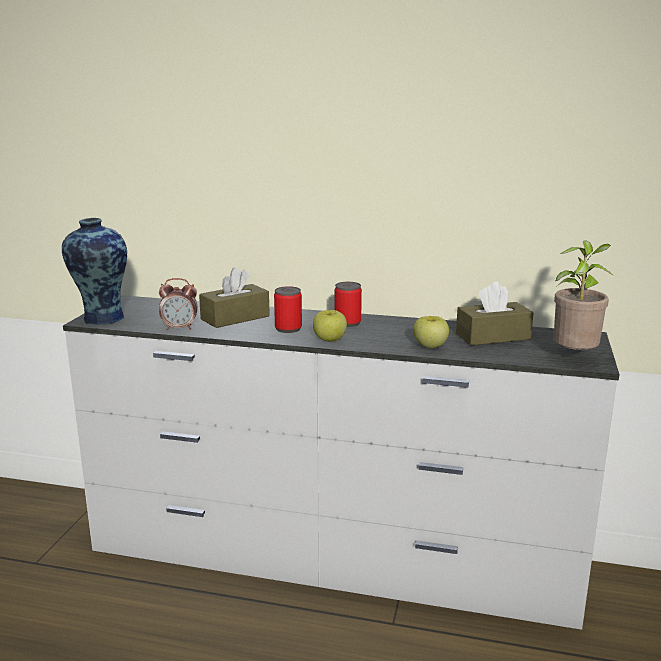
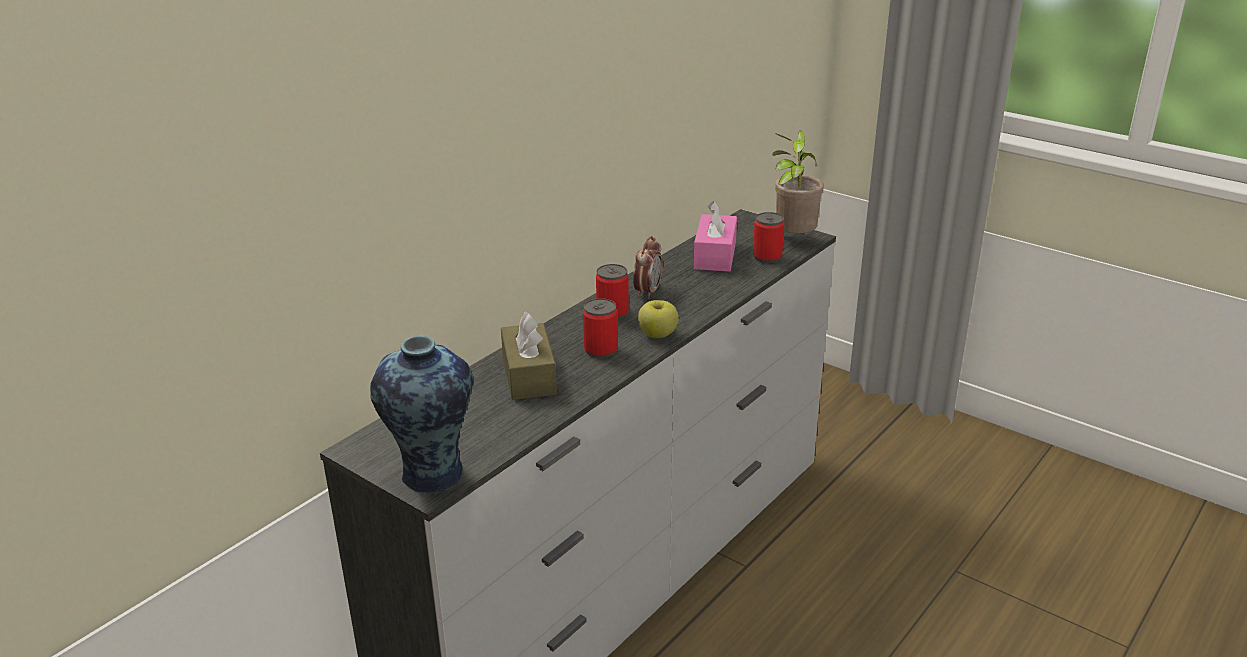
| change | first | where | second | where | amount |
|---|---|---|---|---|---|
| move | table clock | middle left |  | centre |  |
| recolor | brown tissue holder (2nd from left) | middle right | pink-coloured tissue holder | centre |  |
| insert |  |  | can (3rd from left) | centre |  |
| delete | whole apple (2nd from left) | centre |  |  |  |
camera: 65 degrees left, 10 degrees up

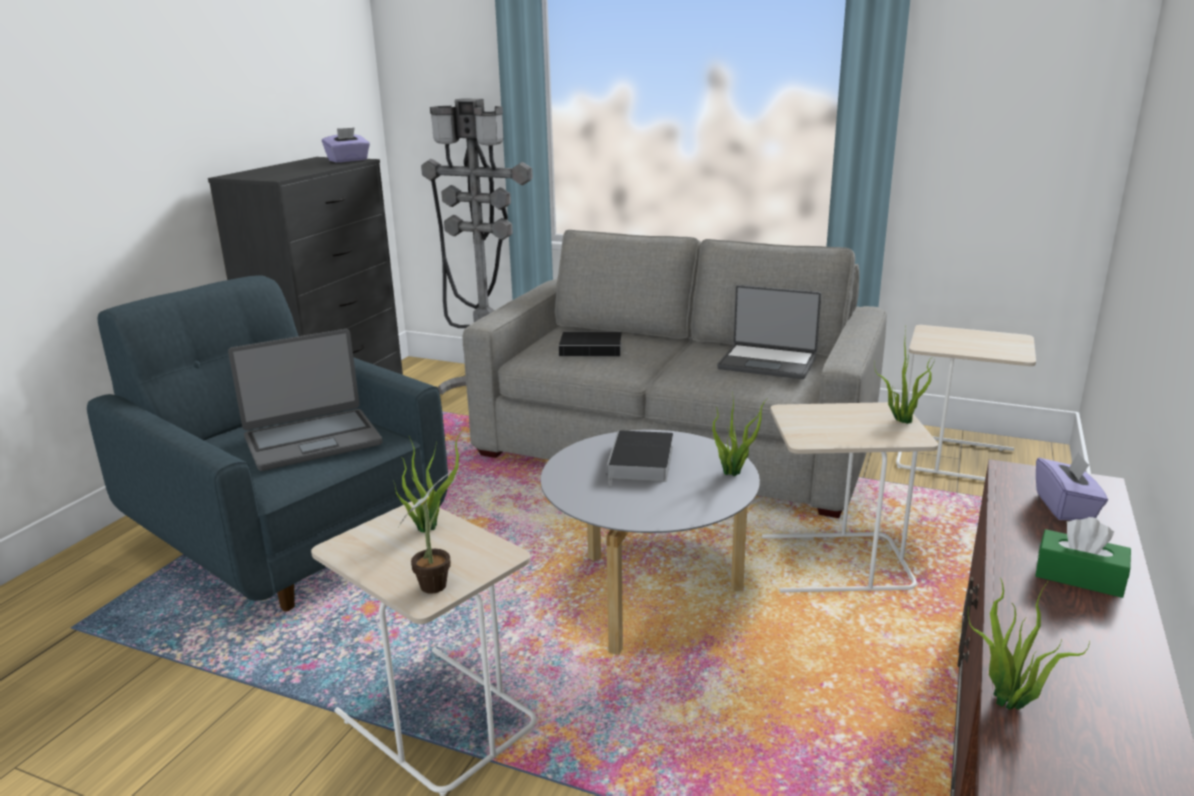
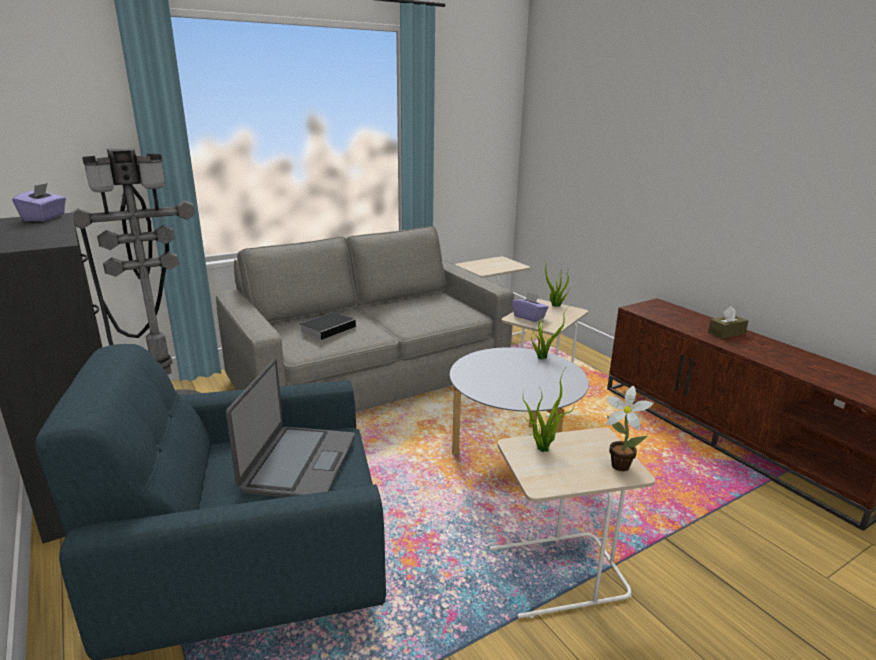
| change | first | where | second | where | amount |
|---|---|---|---|---|---|
| move | purplish tissue holder (2nd from left) | middle right |  | centre |  |
| recolor | greenish tissue holder | bottom right | brown tissue holder | middle right |  |
| delete | book (2nd from left) | centre |  |  |  |
| delete | laptop (2nd from left) | centre |  |  |  |
| delete | potted plant (5th from left) | bottom right |  |  |  |
camera: 55 degrees left, 0 degrees up

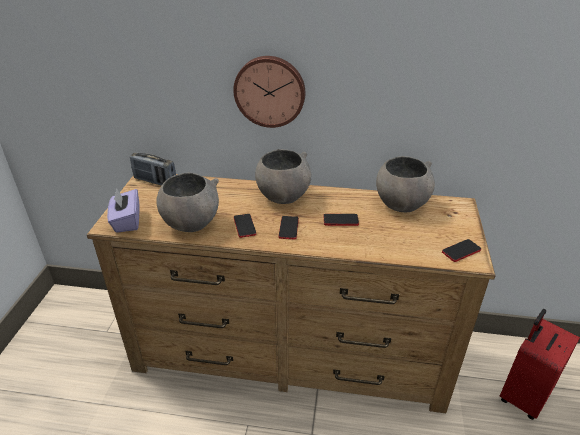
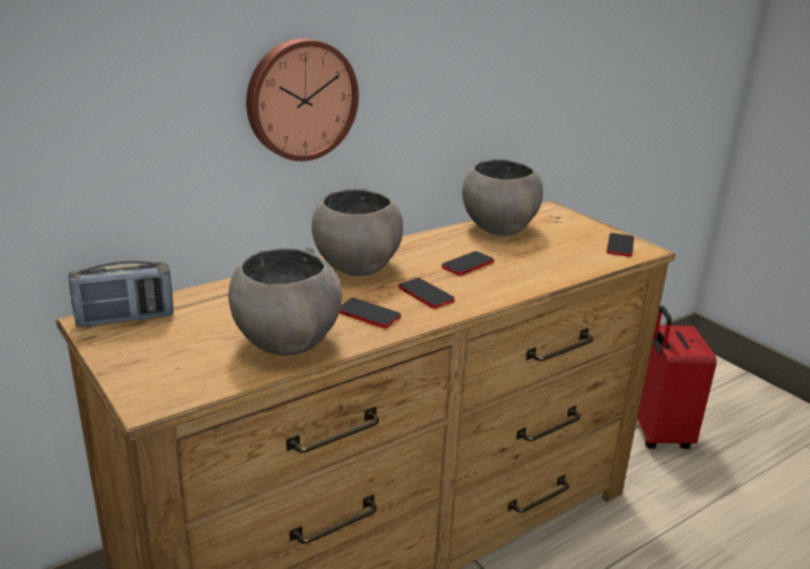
| change | first | where | second | where | amount |
|---|---|---|---|---|---|
| delete | purplish tissue holder | middle left |  |  |  |
camera: 45 degrees left, 10 degrees down

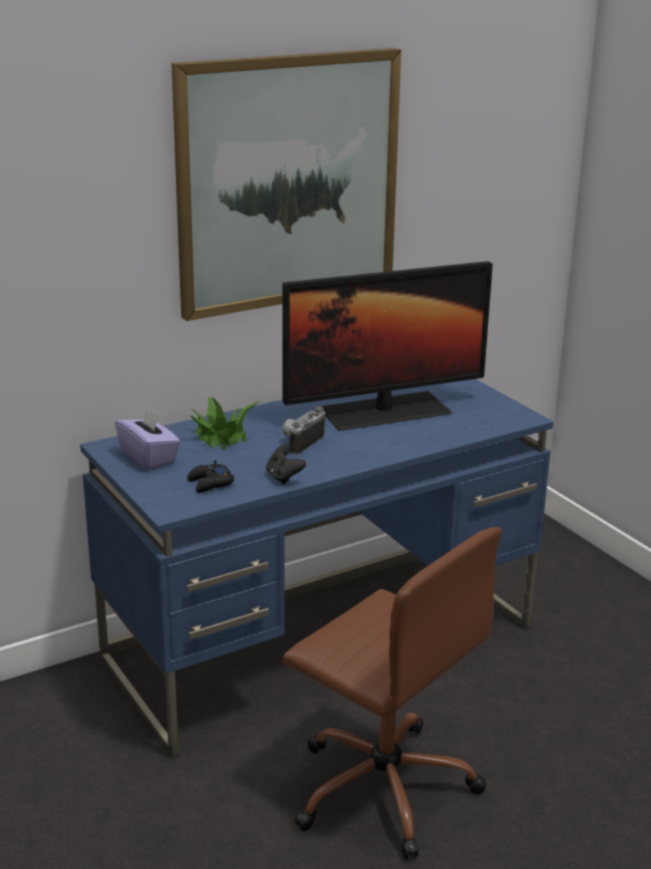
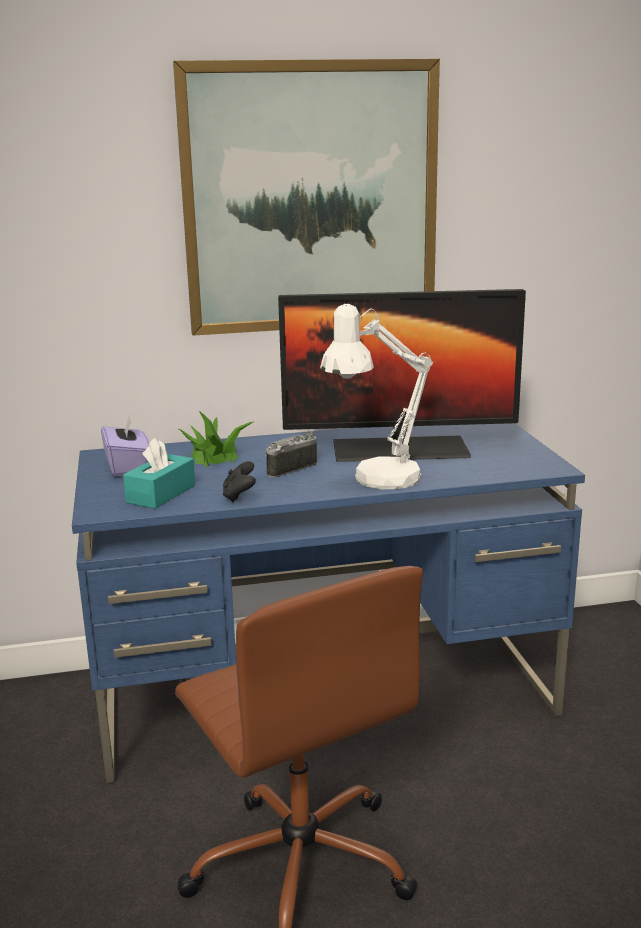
| change | first | where | second | where | amount |
|---|---|---|---|---|---|
| replace | black-coloured joypad (1st from left) | middle left | turquoise-coloured tissue holder | middle left |  |
| insert |  |  | whitish table lamp | centre |  |
camera: 20 degrees right, 5 degrees down

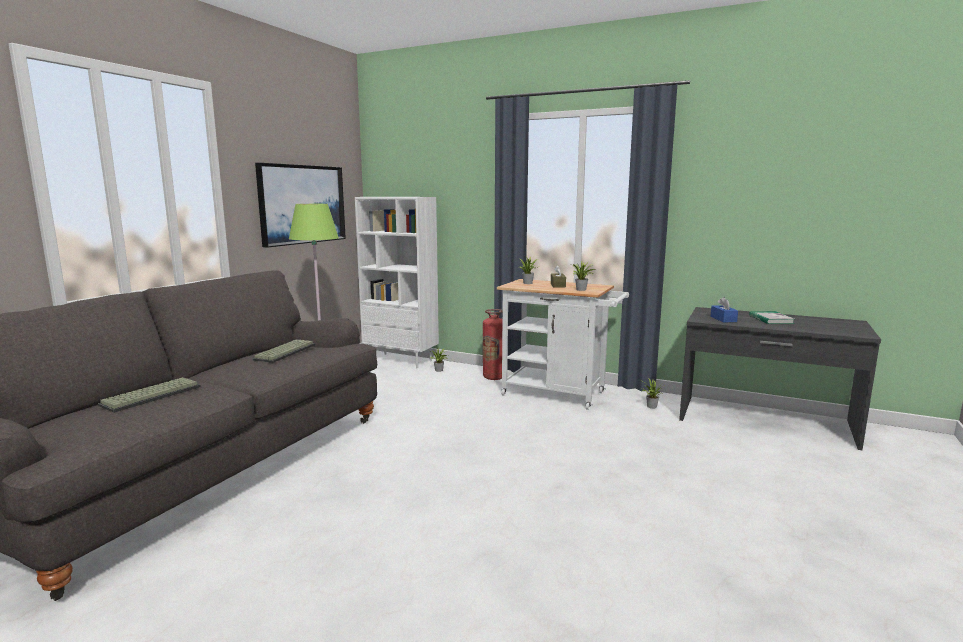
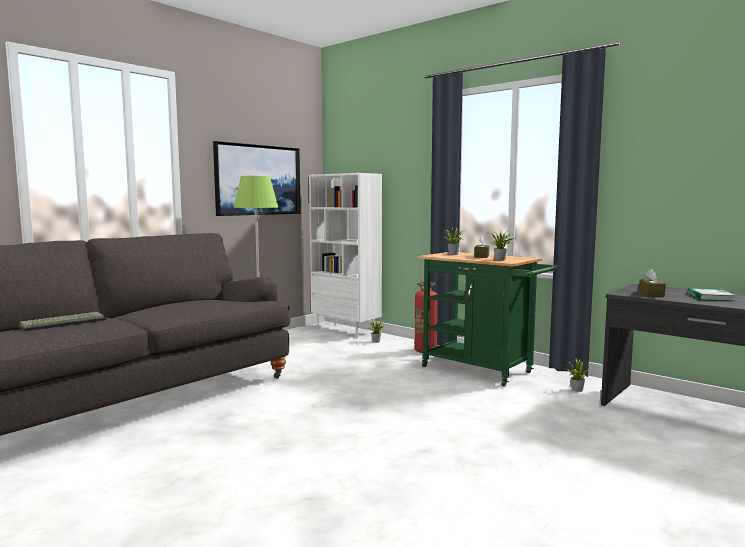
| change | first | where | second | where | amount |
|---|---|---|---|---|---|
| recolor | whitish wheeled cart | centre | greenish wheeled cart | centre |  |
| recolor | blue-coloured tissue holder | middle right | brown tissue holder (2nd from left) | middle right |  |
| delete | PC keyboard (2nd from left) | middle left |  |  |  |
camera: 15 degrees right, 5 degrees down

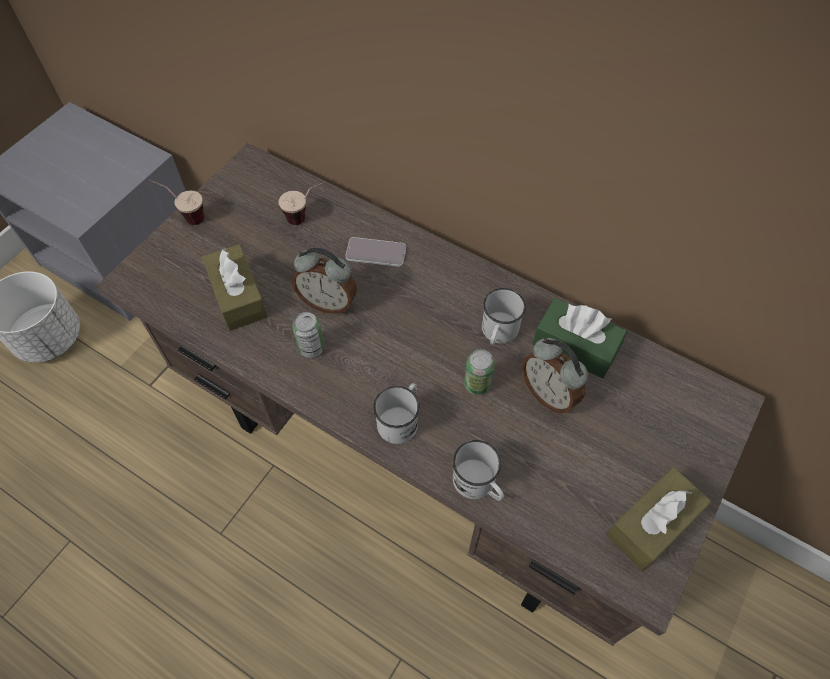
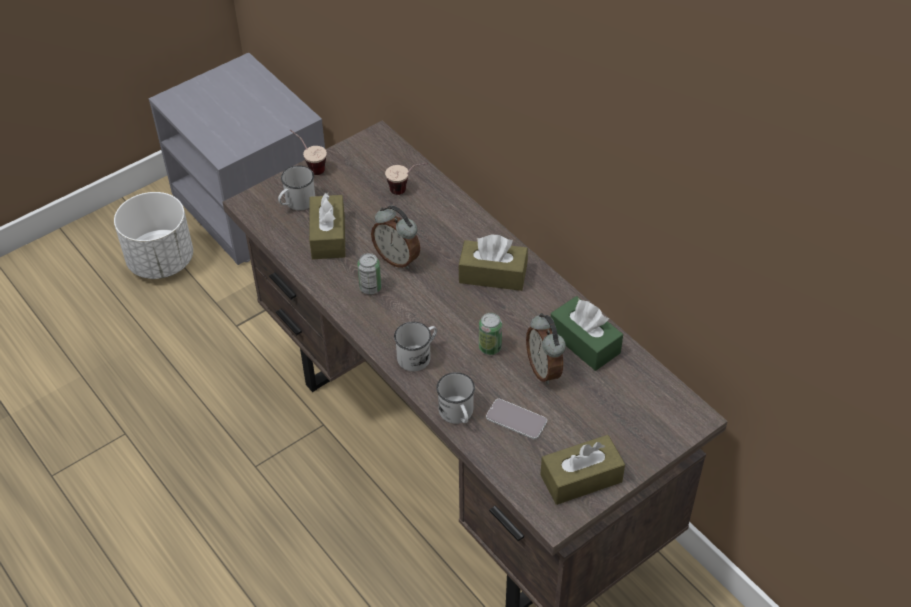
| change | first | where | second | where | amount |
|---|---|---|---|---|---|
| move | whitish coffee mug (3rd from left in the first image) | centre | whitish coffee mug (1st from left) | top left |  |
| insert |  |  | brown tissue holder (2nd from left) | centre |  |
| move | telephone | centre |  | bottom centre |  |
camera: 20 degrees right, 10 degrees down

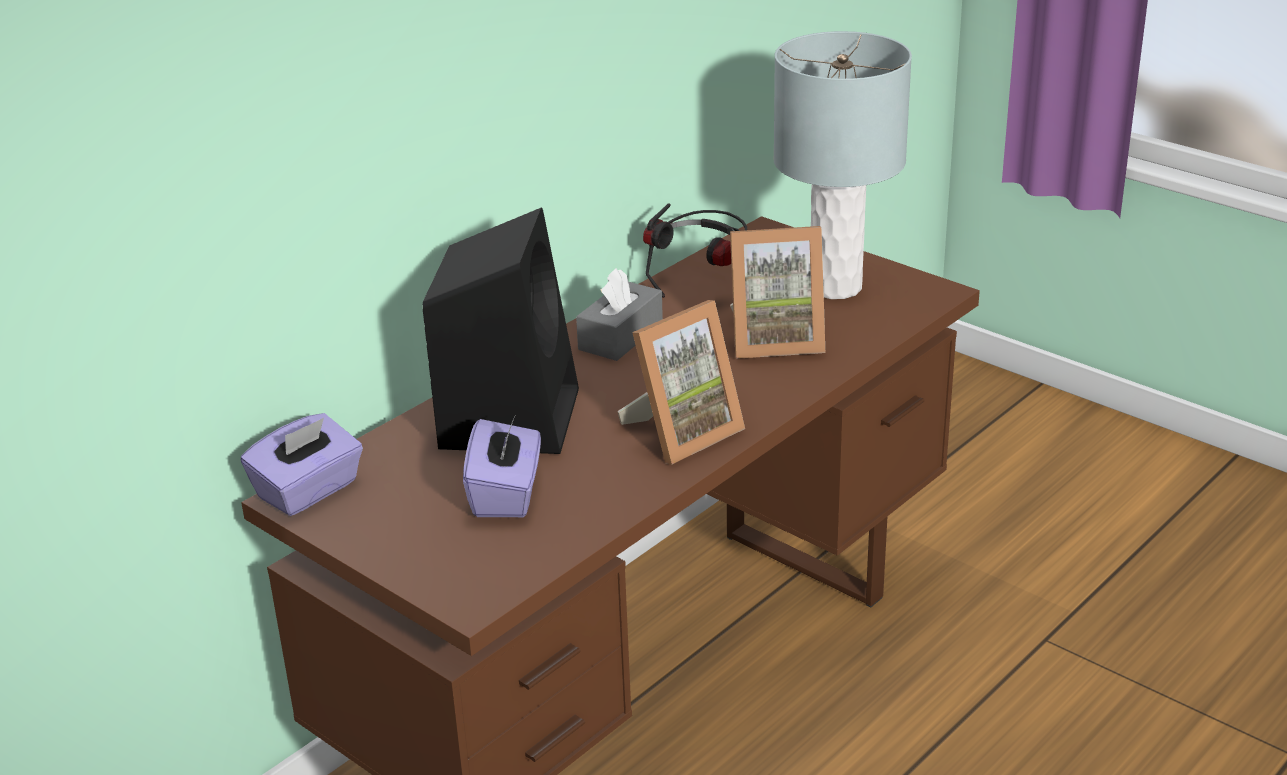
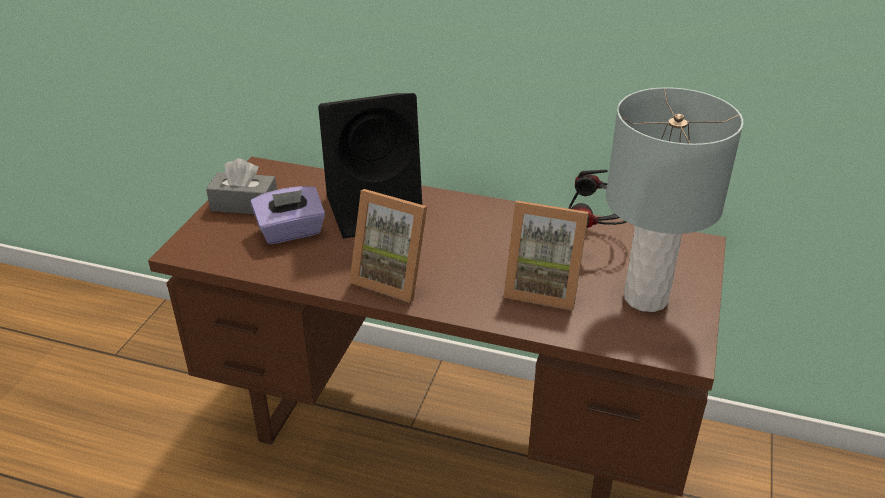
| change | first | where | second | where | amount |
|---|---|---|---|---|---|
| move | greyish tissue holder | centre |  | middle left |  |
| rotate | photo frame (2nd from left) | centre |  | centre | 45 degrees counterclockwise |
| delete | purplish tissue holder (1st from left) | middle left |  |  |  |
camera: 65 degrees right, 5 degrees up

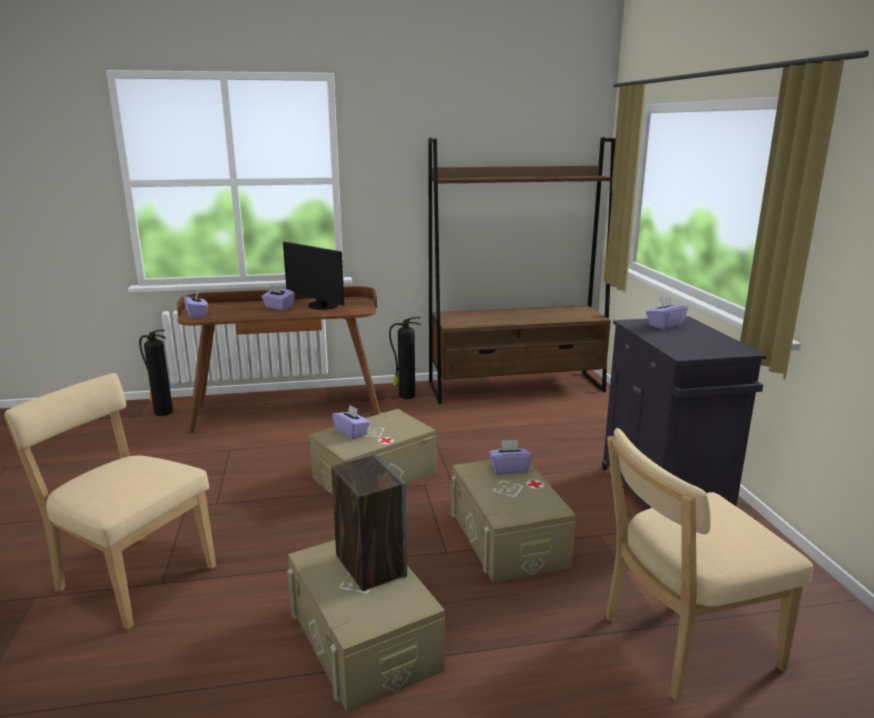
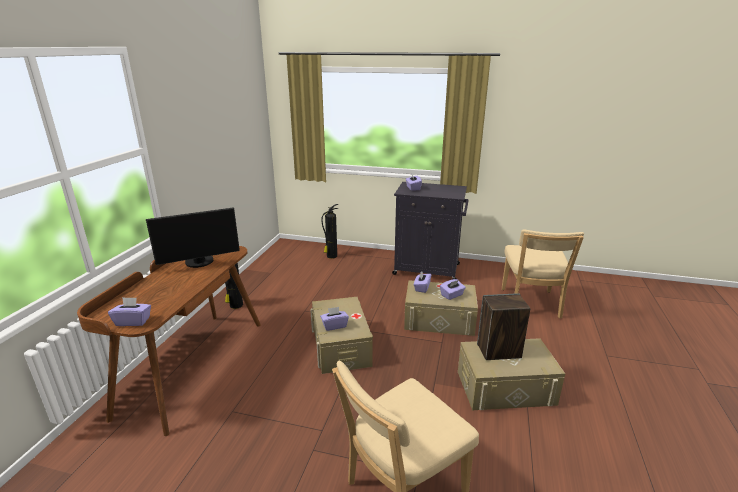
| change | first | where | second | where | amount |
|---|---|---|---|---|---|
| move | fire-fighting cylinder (1st from left in the first image) | middle left | fire-fighting cylinder (2nd from left) | centre |  |
| move | purplish tissue holder (2nd from left in the first image) | middle left | purplish tissue holder (5th from left) | centre |  |
| delete | brown shelving unit | centre |  |  |  |
camera: 65 degrees left, 5 degrees up

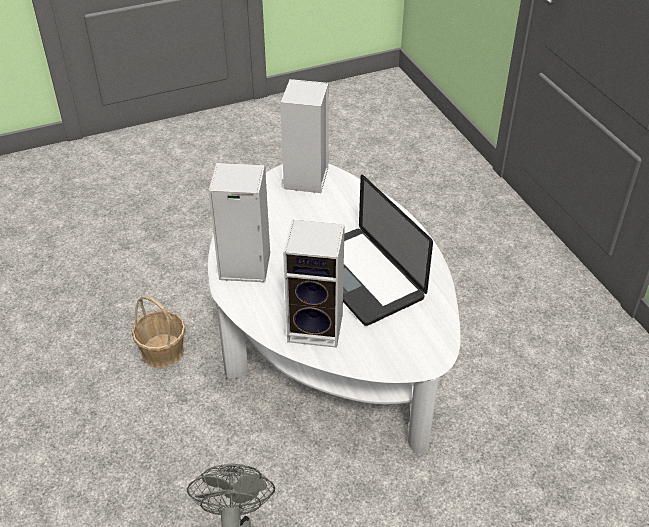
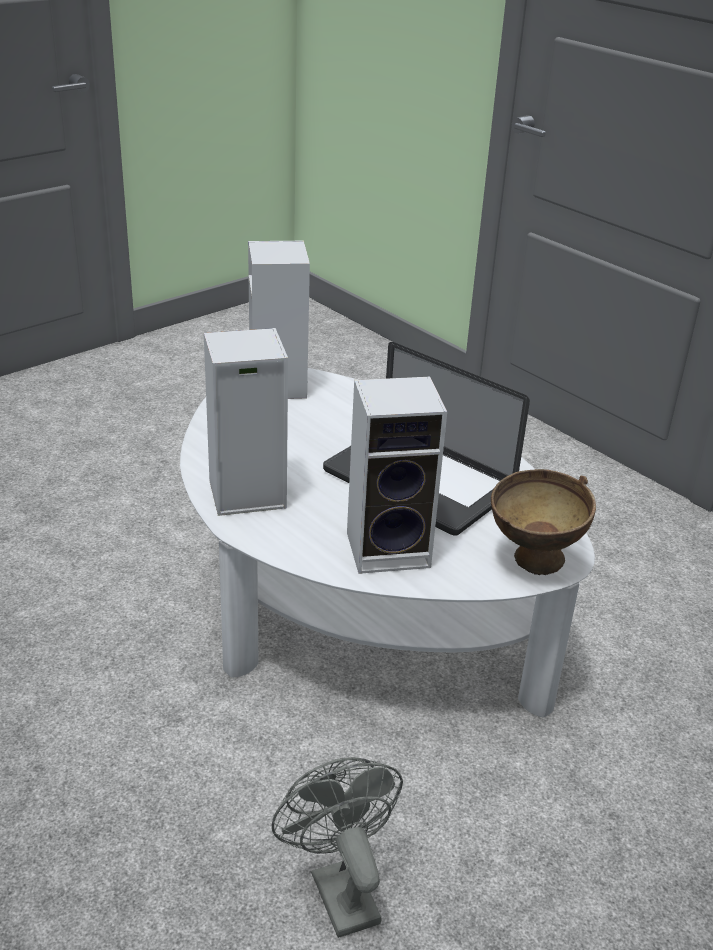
| change | first | where | second | where | amount |
|---|---|---|---|---|---|
| insert |  |  | brown bowl | middle right |  |
| delete | basket | middle left |  |  |  |
camera: 20 degrees left, 10 degrees down

